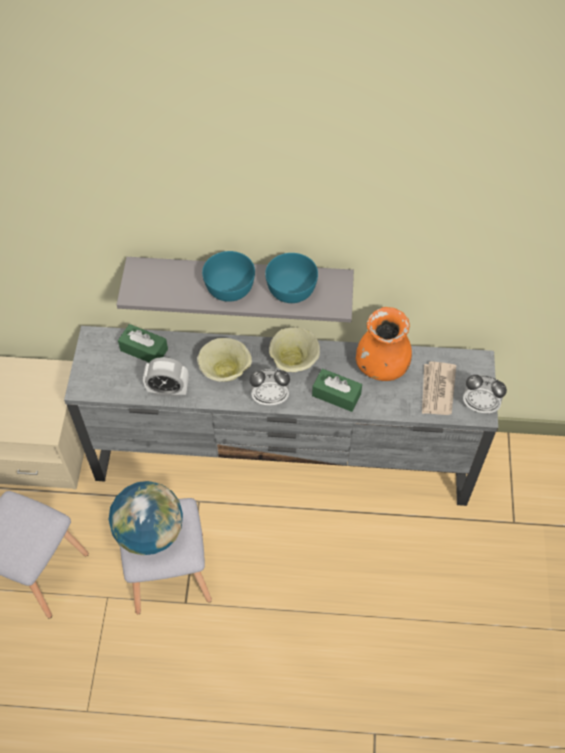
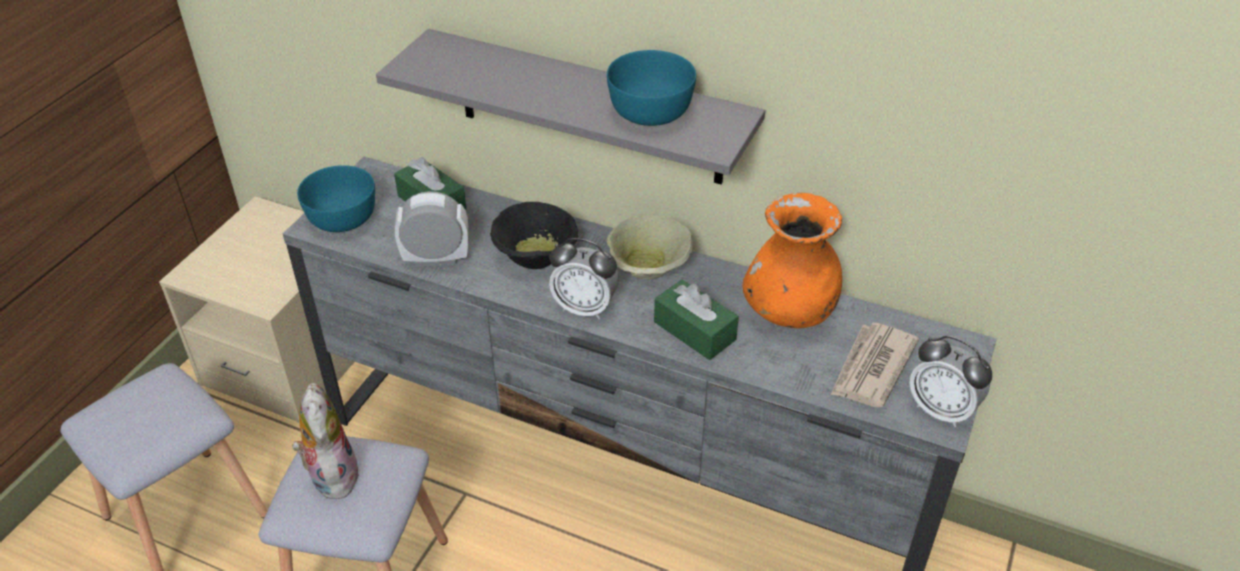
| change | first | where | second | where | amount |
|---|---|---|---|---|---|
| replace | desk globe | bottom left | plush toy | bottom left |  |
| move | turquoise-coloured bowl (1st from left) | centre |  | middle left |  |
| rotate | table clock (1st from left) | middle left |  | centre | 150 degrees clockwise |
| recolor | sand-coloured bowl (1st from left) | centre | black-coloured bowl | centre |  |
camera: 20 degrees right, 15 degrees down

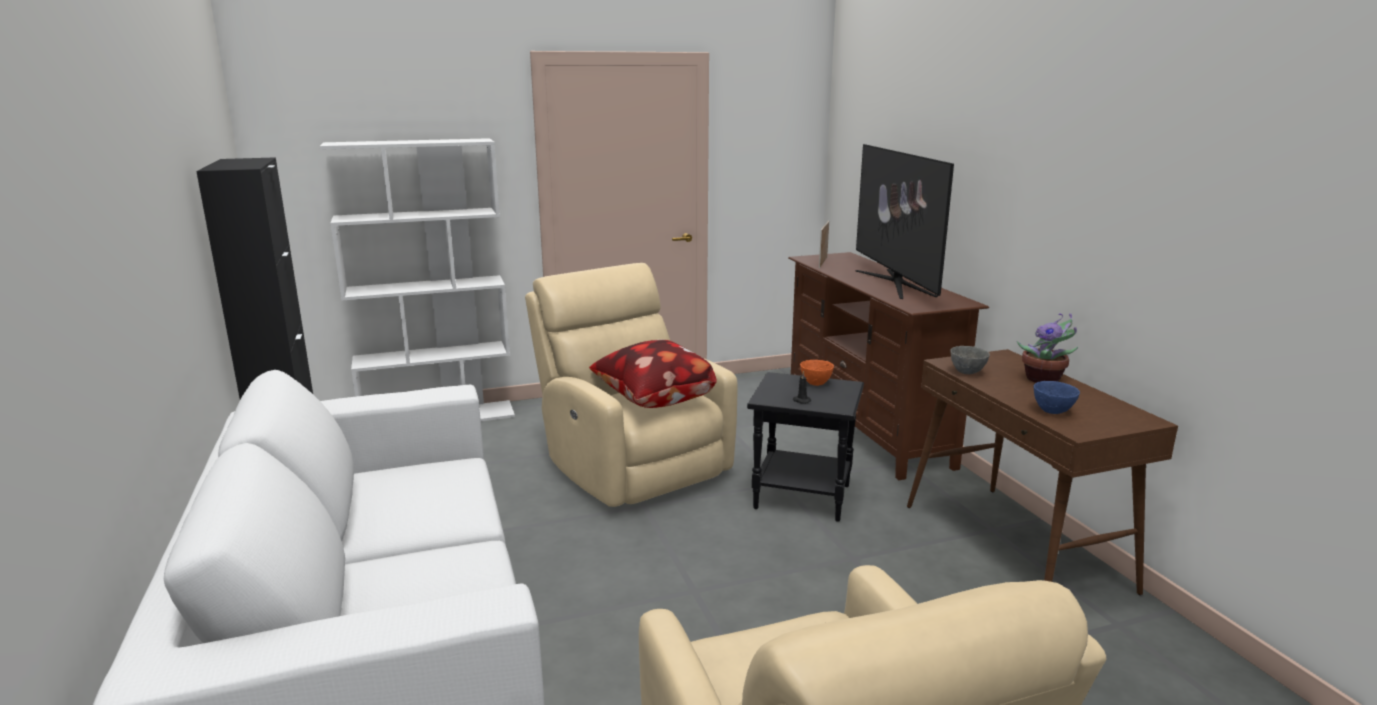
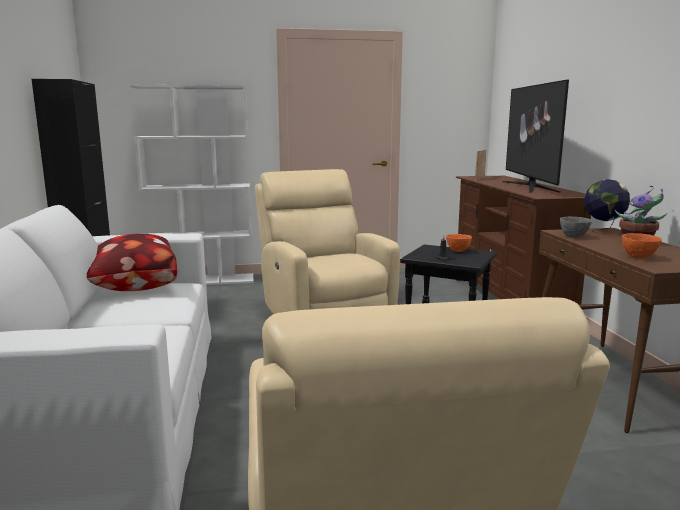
| change | first | where | second | where | amount |
|---|---|---|---|---|---|
| move | cushion | centre |  | middle left |  |
| insert |  |  | desk globe | middle right |  |
| recolor | blue-coloured bowl | middle right | orangey bowl (2nd from left) | middle right |  |
camera: 10 degrees right, 5 degrees down

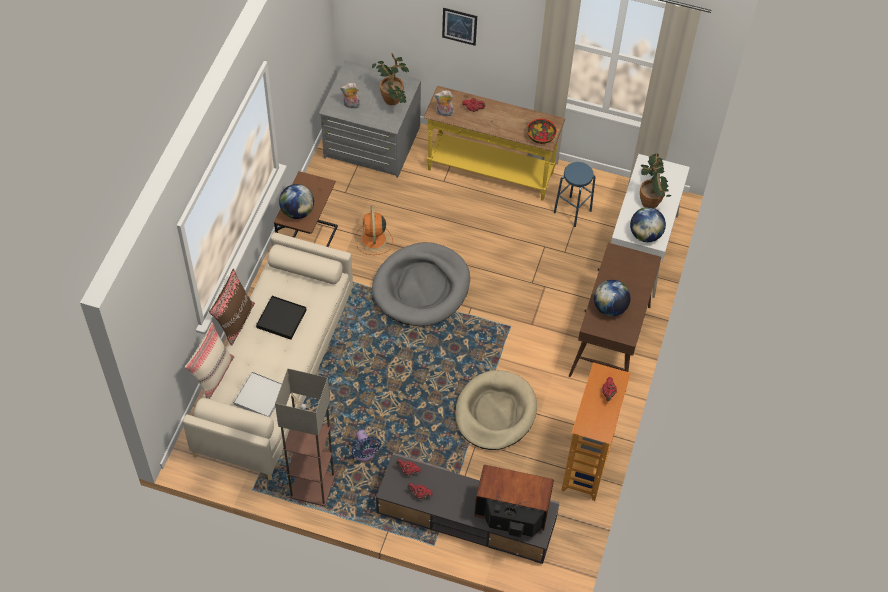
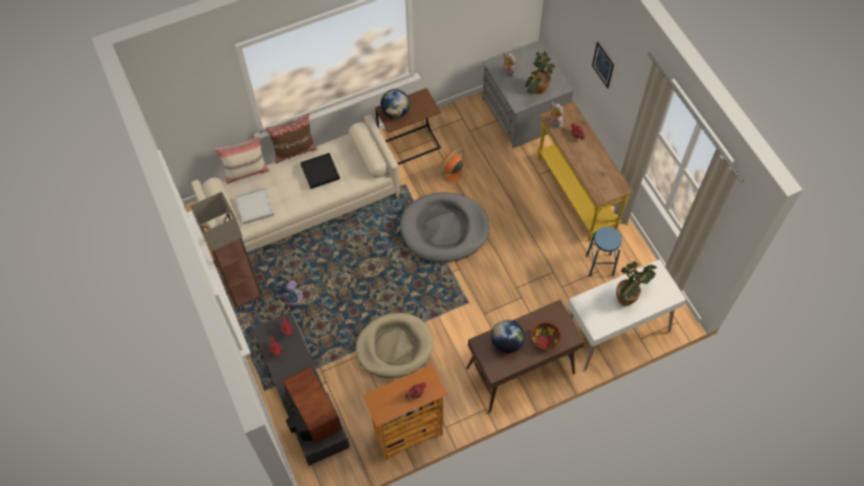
| change | first | where | second | where | amount |
|---|---|---|---|---|---|
| move | bowl | top centre |  | bottom centre |  |
| delete | desk globe (3rd from left) | middle right |  |  |  |
camera: 50 degrees right, 5 degrees up

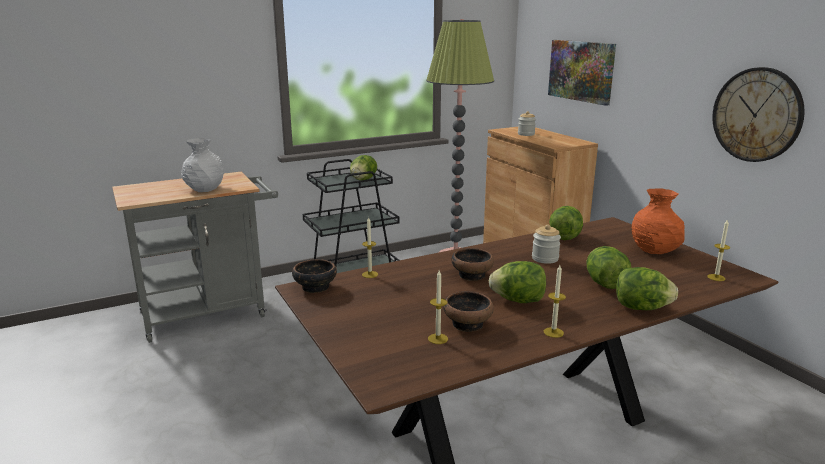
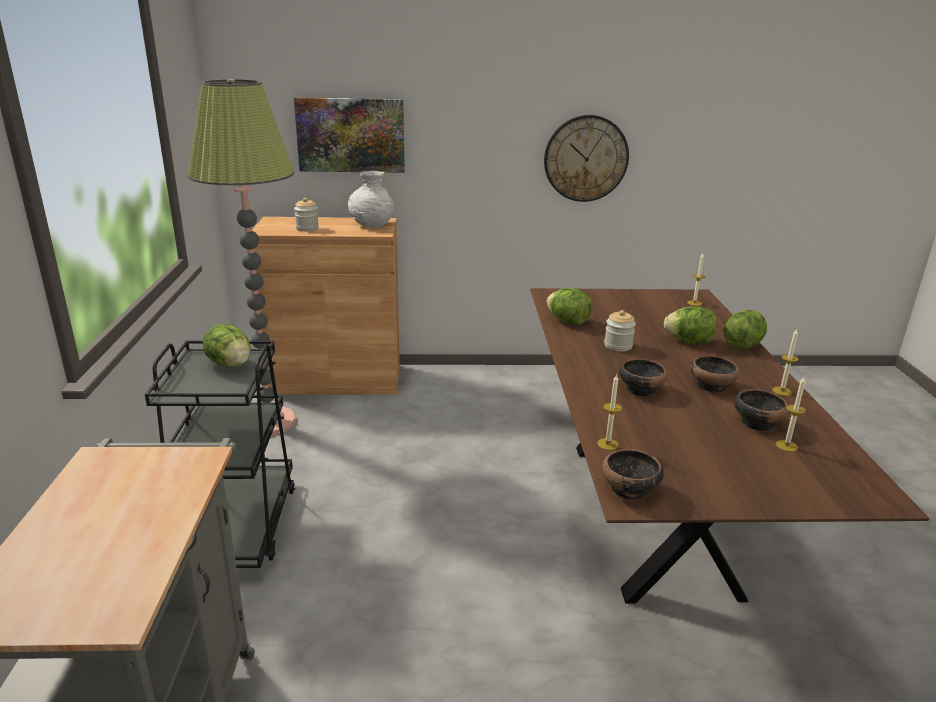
| change | first | where | second | where | amount |
|---|---|---|---|---|---|
| move | whitish vase | middle left |  | top centre |  |
| replace | lettuce (2nd from left) | centre | bowl (3rd from left) | middle right |  |
| delete | orangey vase | middle right |  |  |  |
camera: 65 degrees left, 5 degrees up

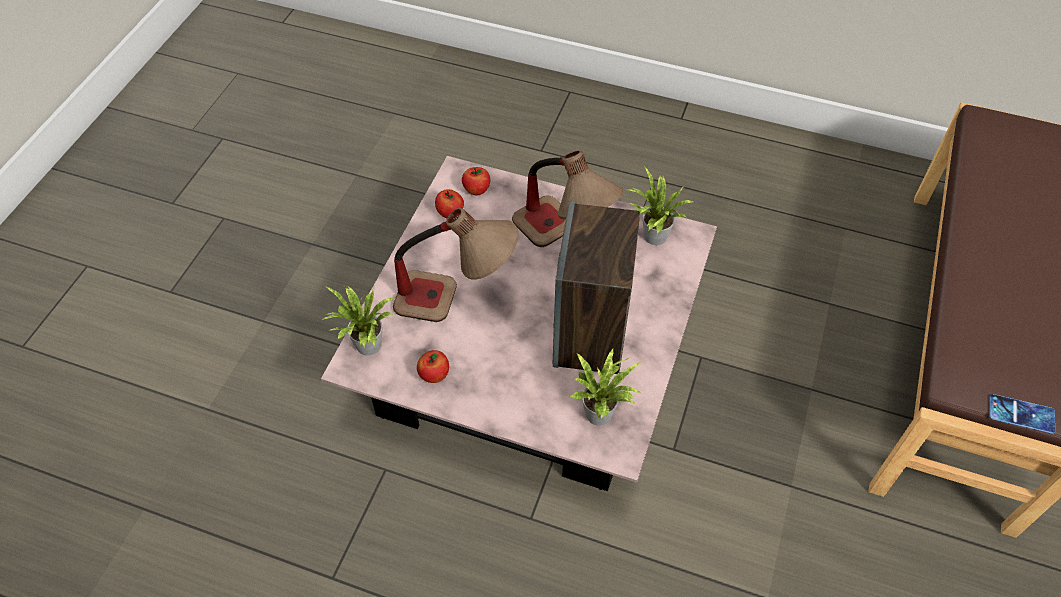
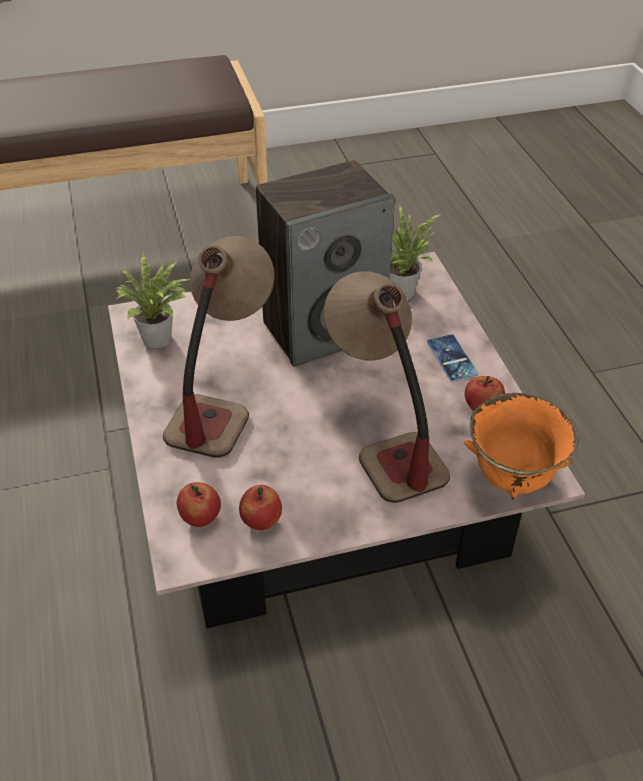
| change | first | where | second | where | amount |
|---|---|---|---|---|---|
| move | telephone | bottom right |  | middle right |  |
| replace | potted plant (1st from left) | centre | orangey bowl | middle right |  |
camera: 125 degrees left, 10 degrees down

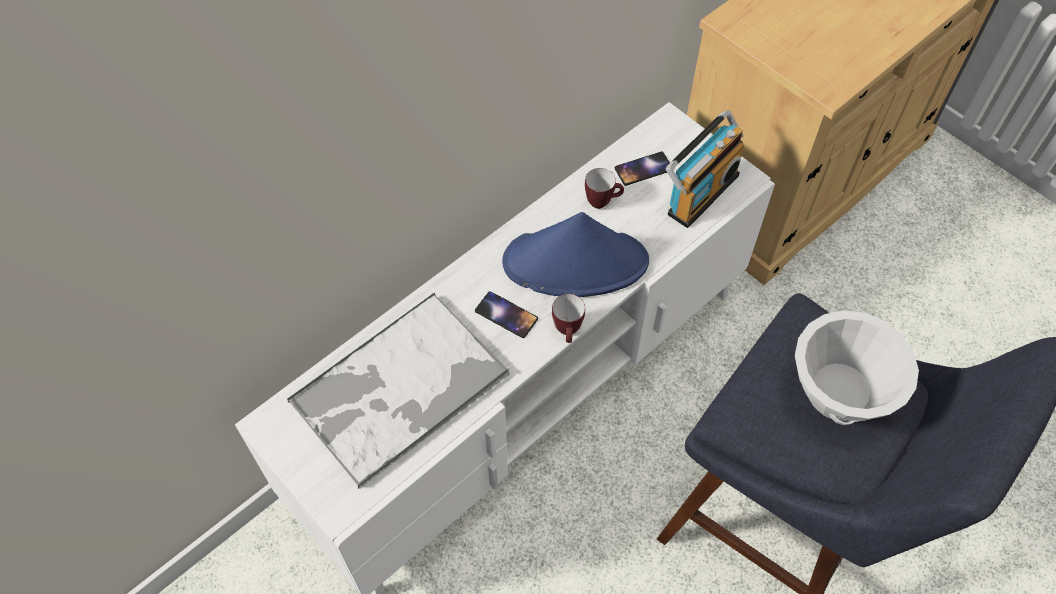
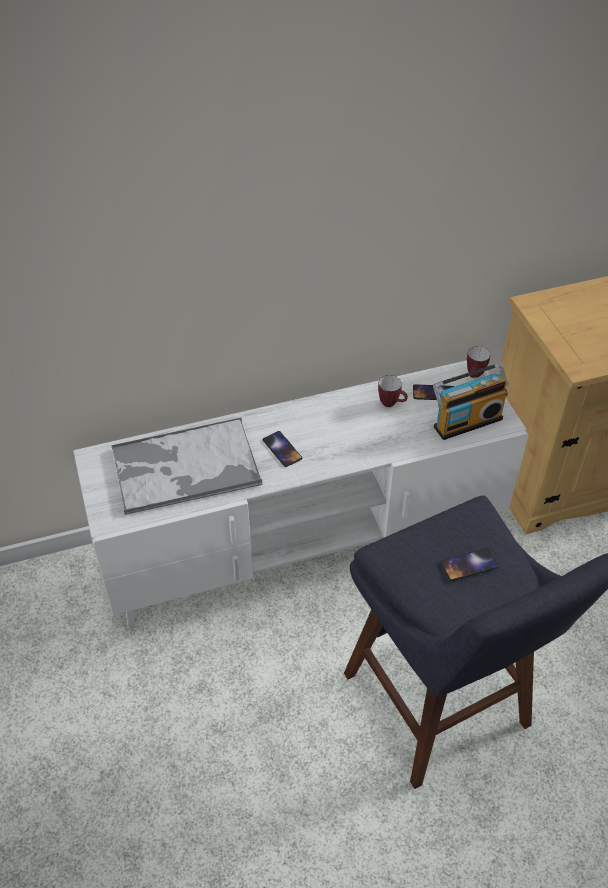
| change | first | where | second | where | amount |
|---|---|---|---|---|---|
| replace | whitish bowl | middle right | telephone (3rd from left) | middle right |  |
| move | coffee mug (1st from left in the first image) | centre | coffee mug (2nd from left) | middle right |  |
| delete | blue-coloured hat | centre |  |  |  |
camera: 25 degrees right, 10 degrees down

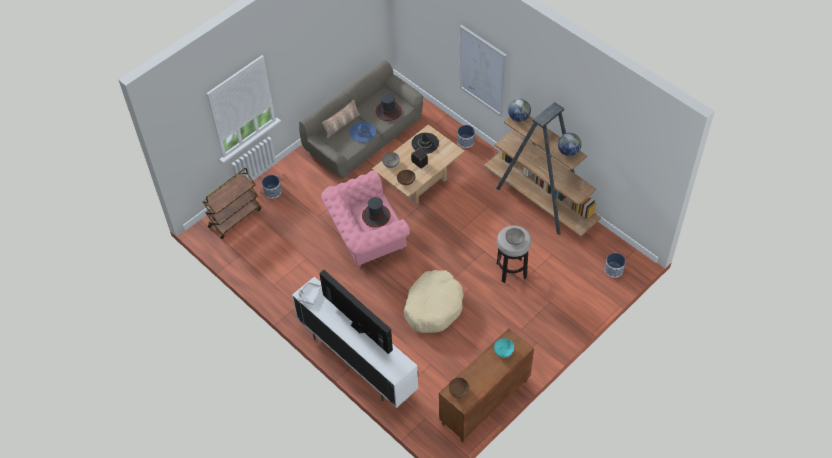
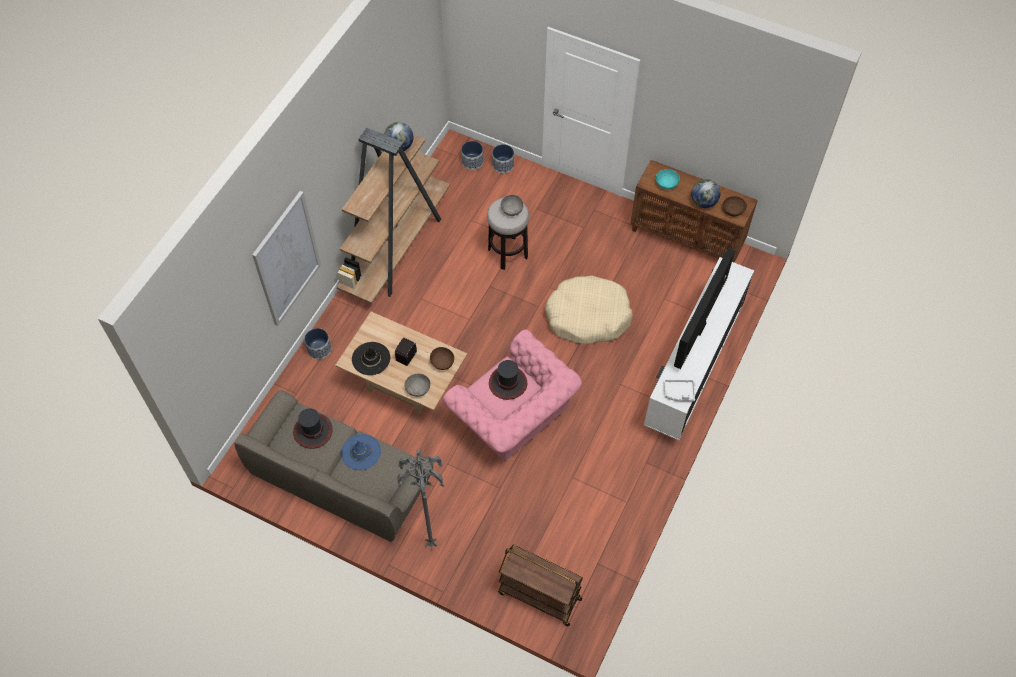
| change | first | where | second | where | amount |
|---|---|---|---|---|---|
| insert |  |  | greyish floor lamp | bottom centre |  |
| move | flower pot (1st from left in the first image) | middle left | flower pot (3rd from left) | top centre |  |
| move | desk globe (1st from left in the first image) | top centre | desk globe (2nd from left) | top right |  |
| delete | cushion | top centre |  |  |  |
camera: 110 degrees left, 5 degrees up

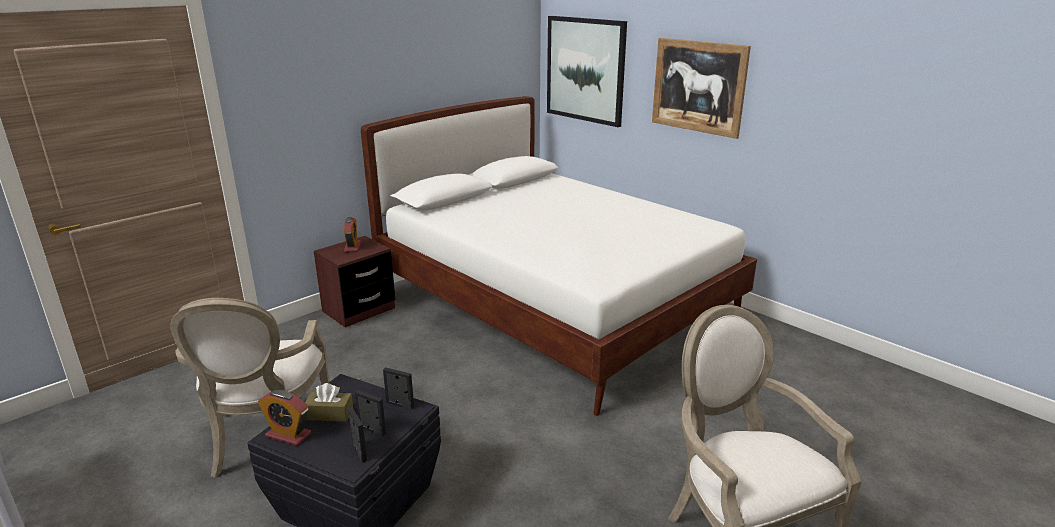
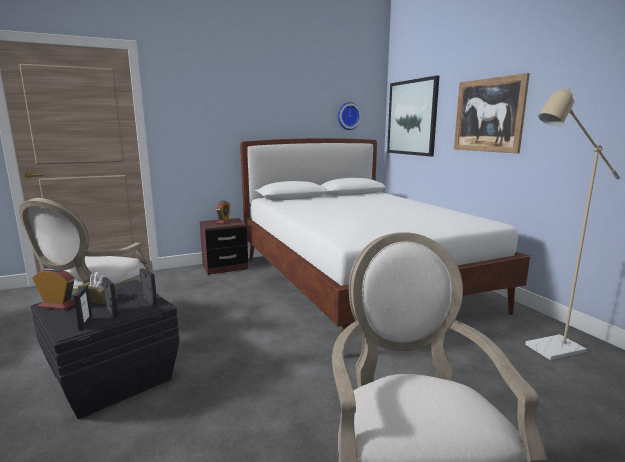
| change | first | where | second | where | amount |
|---|---|---|---|---|---|
| rotate | table clock (1st from left) | bottom left |  | middle left | 150 degrees clockwise |
| insert |  |  | wall clock | top centre |  |
| insert |  |  | sand-coloured floor lamp | middle right |  |
camera: 20 degrees right, 10 degrees down

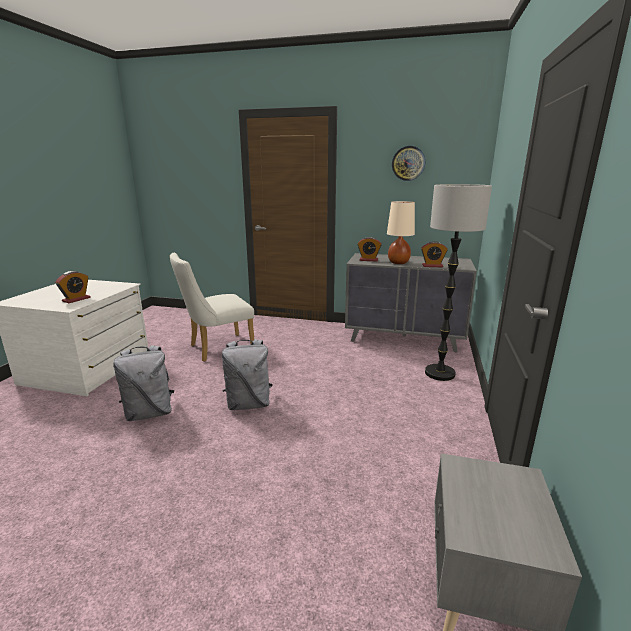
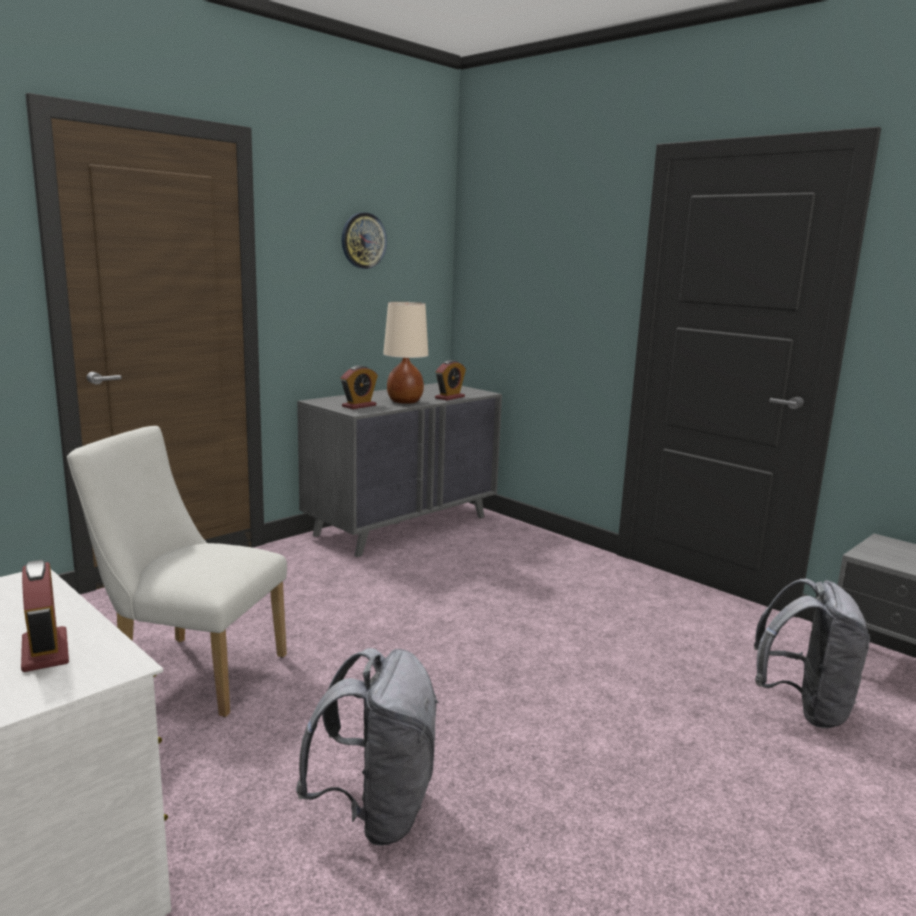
| change | first | where | second | where | amount |
|---|---|---|---|---|---|
| rotate | whitish plain chair | centre |  | middle left | 105 degrees clockwise |
| move | greyish backpack (2nd from left) | centre |  | bottom right |  |
| delete | floor lamp | middle right |  |  |  |
camera: 60 degrees left, 5 degrees down

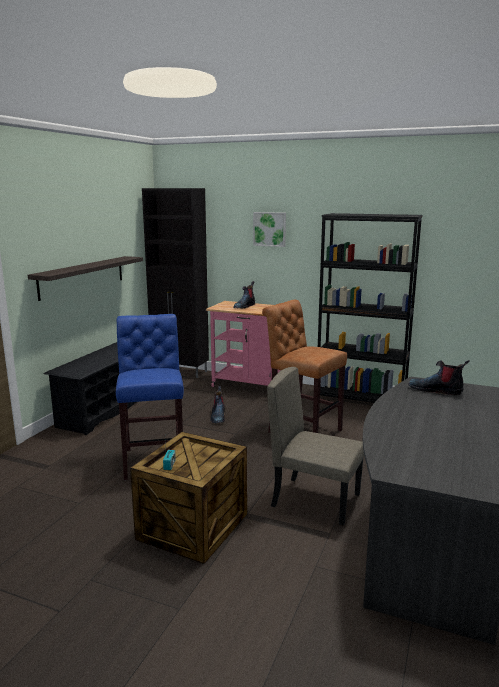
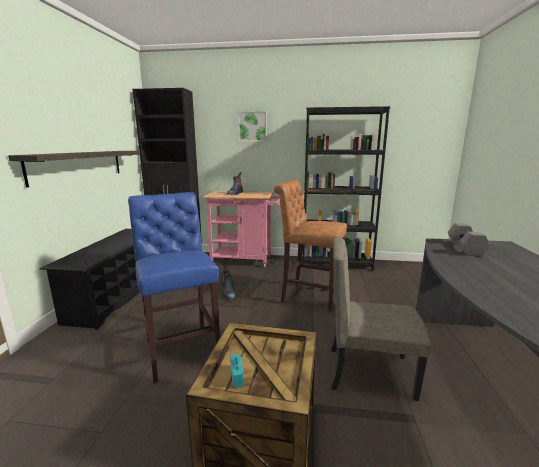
| change | first | where | second | where | amount |
|---|---|---|---|---|---|
| replace | tall boot (3rd from left) | middle right | greyish free weight | middle right |  |
camera: 15 degrees left, 0 degrees up

